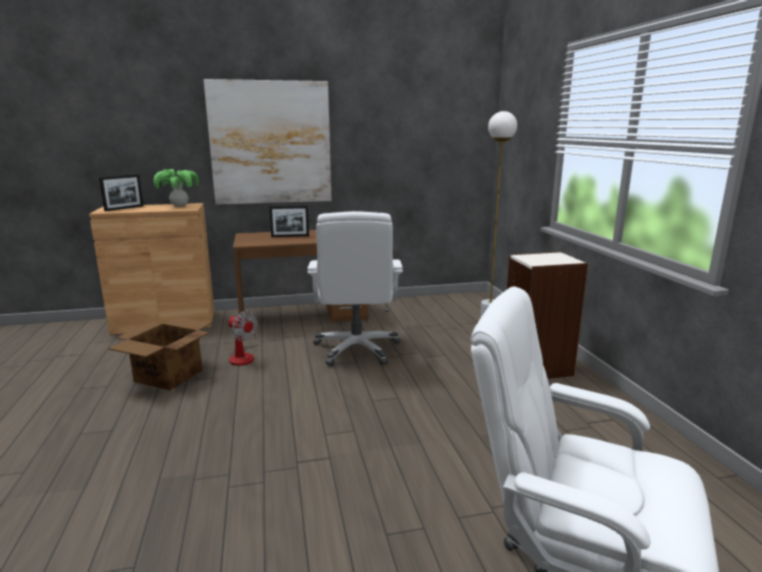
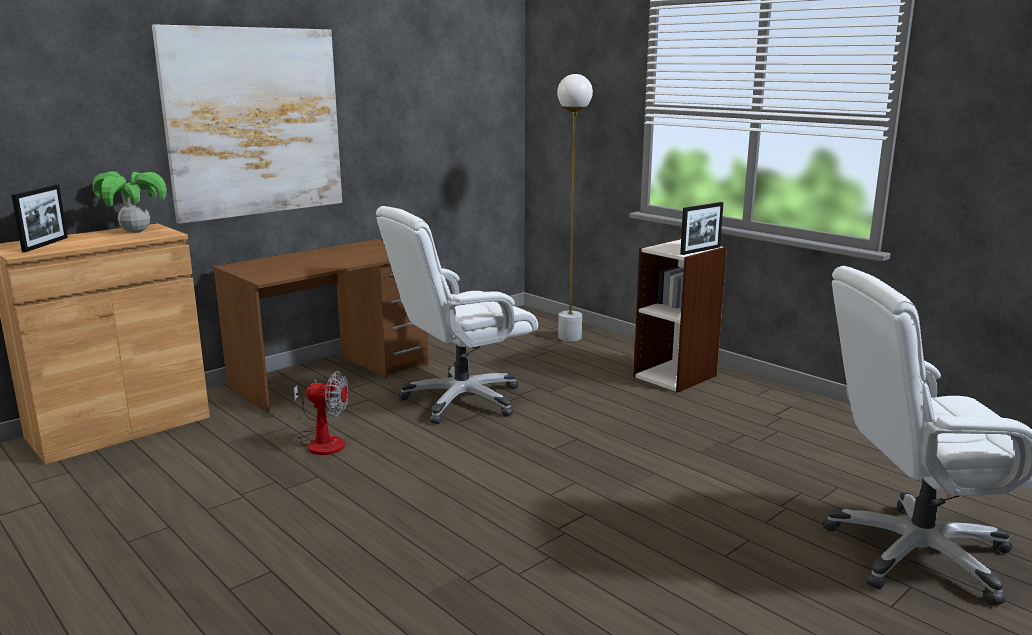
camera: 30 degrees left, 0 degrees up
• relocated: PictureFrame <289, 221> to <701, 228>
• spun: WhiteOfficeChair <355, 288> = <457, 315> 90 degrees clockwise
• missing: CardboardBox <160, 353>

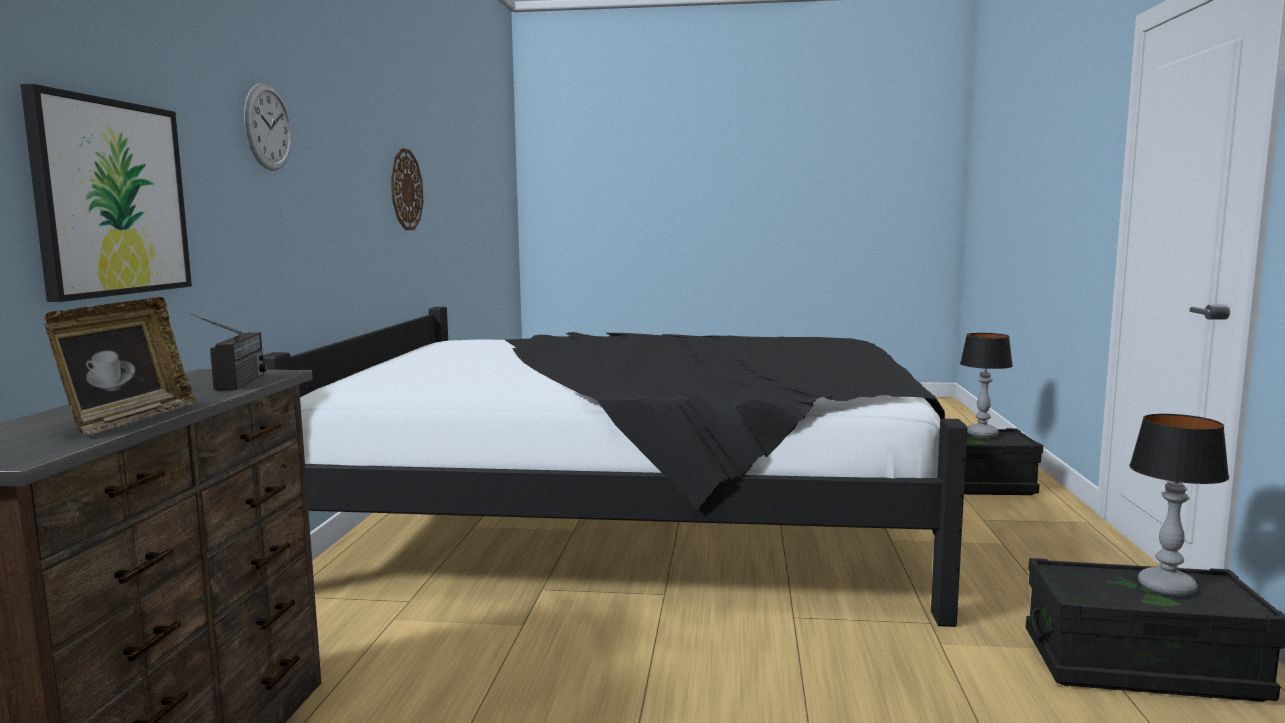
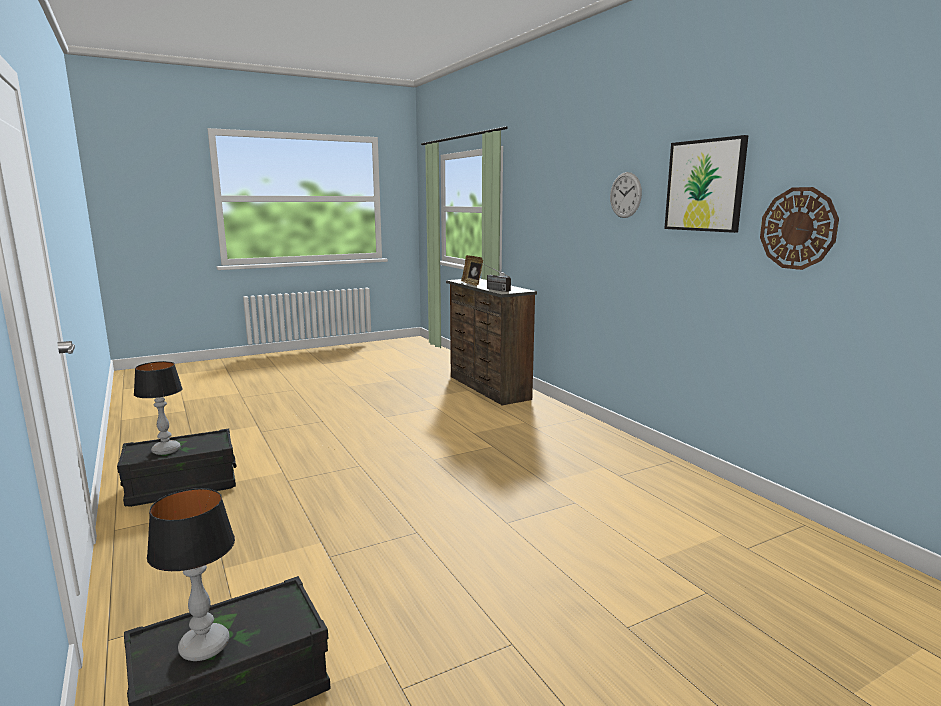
camera: 145 degrees right, 5 degrees up
• relocated: Picture <106, 193> to <706, 184>
• missing: BlackBed <615, 467>

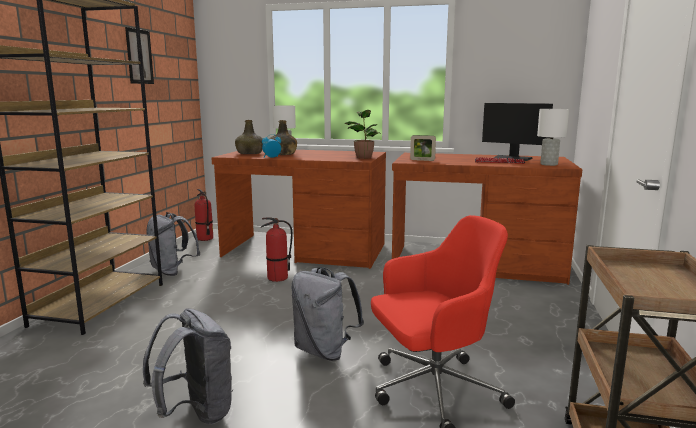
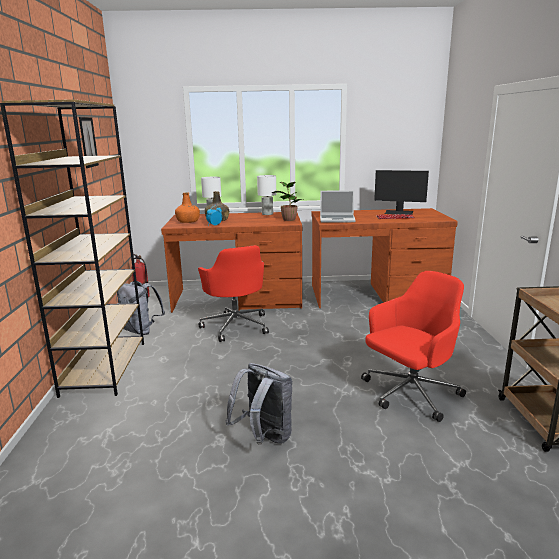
camera: 15 degrees left, 5 degrees up
• relocated: WhiteTableLamp <553, 137> to <266, 195>
• colour: GreenBottle <249, 137> to OrangeBottle <187, 207>
• exchanged: PictureFrame <423, 148> to Laptop <338, 206>
• exchanged: FireExtinguisher <277, 249> to RedOfficeChair <233, 293>
• missing: GreyBackpack <327, 314>

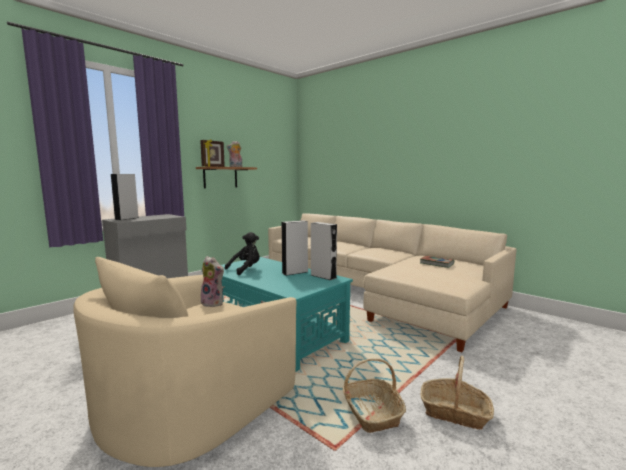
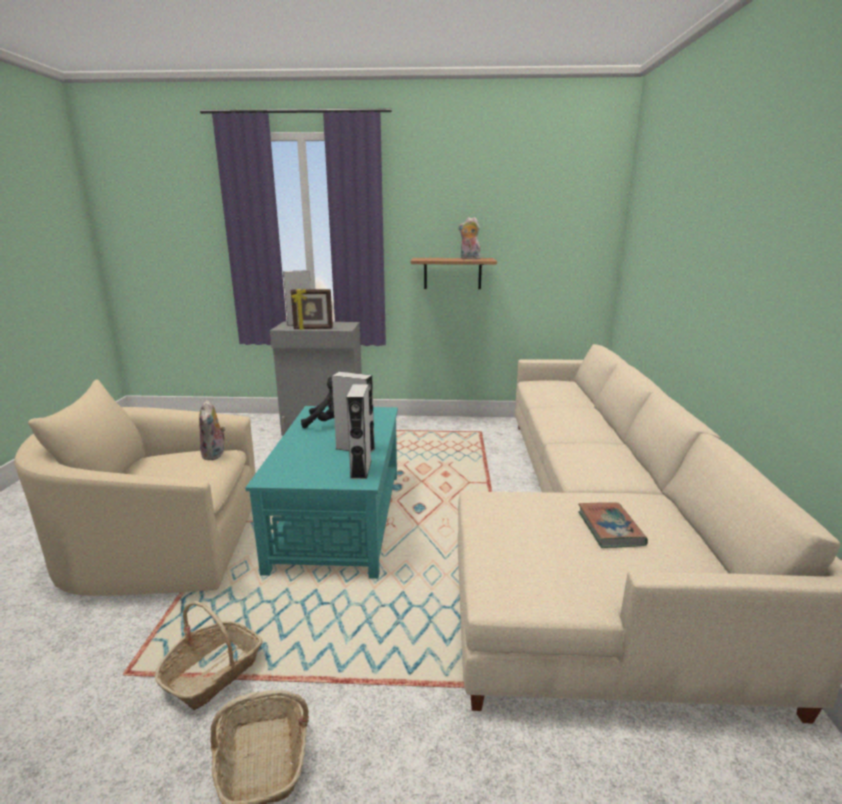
camera: 50 degrees right, 10 degrees up
• relocated: PictureFrame <212, 153> to <312, 309>

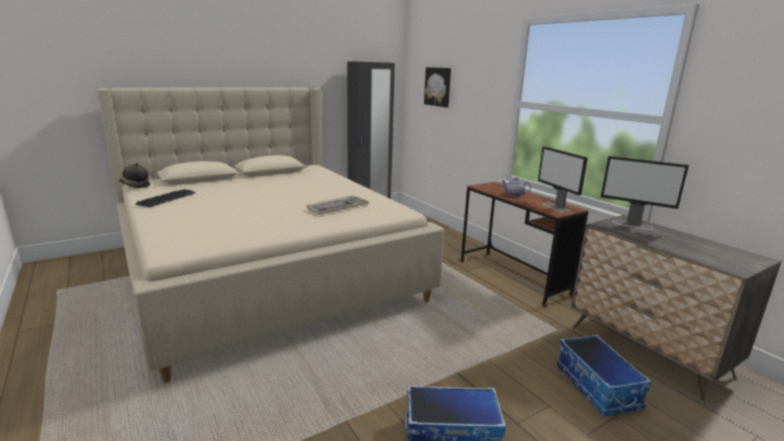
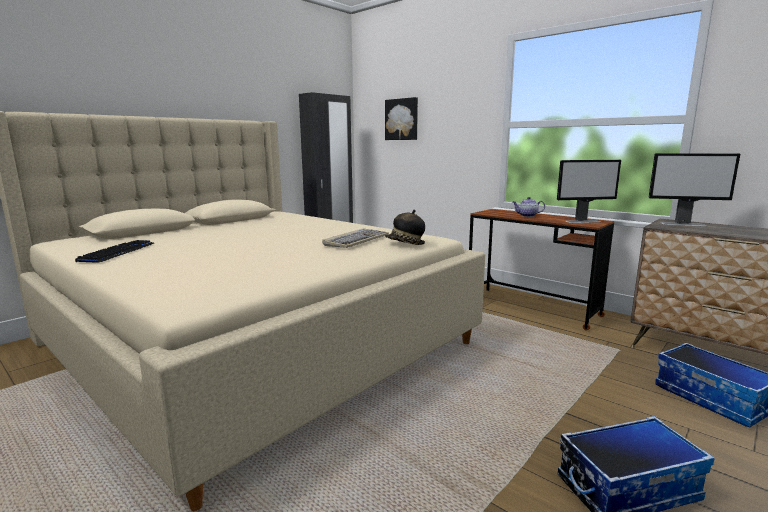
camera: 15 degrees left, 5 degrees down
• spun: Monitor <563, 180> = <589, 191> 60 degrees counterclockwise
• relocated: Hat <134, 175> to <405, 227>

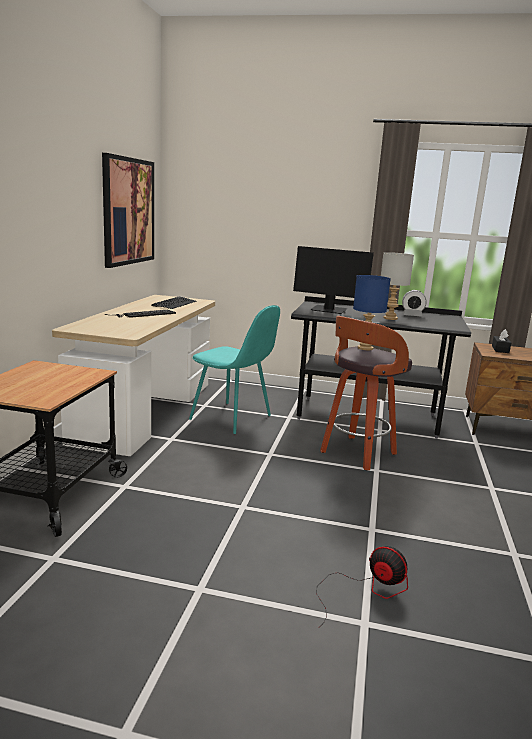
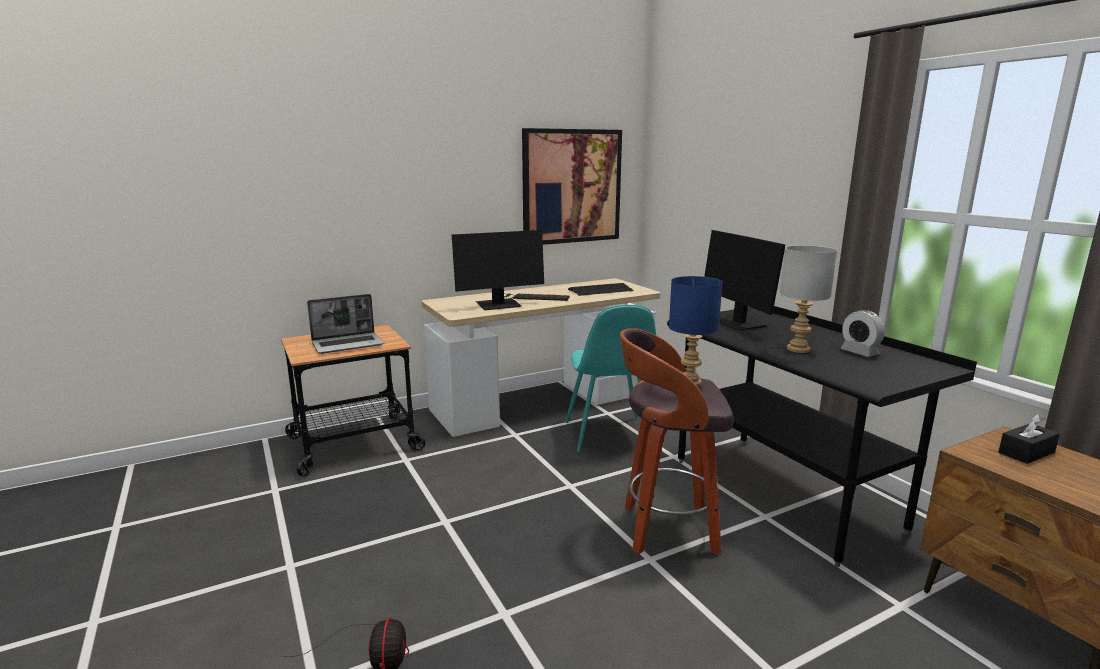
camera: 50 degrees right, 0 degrees up
• appeared: Monitor <498, 270>
• appeared: Laptop <345, 324>

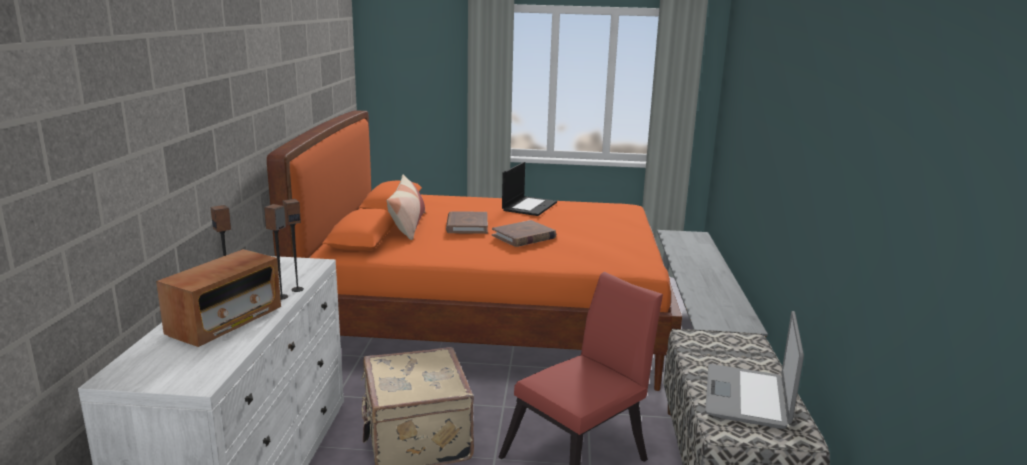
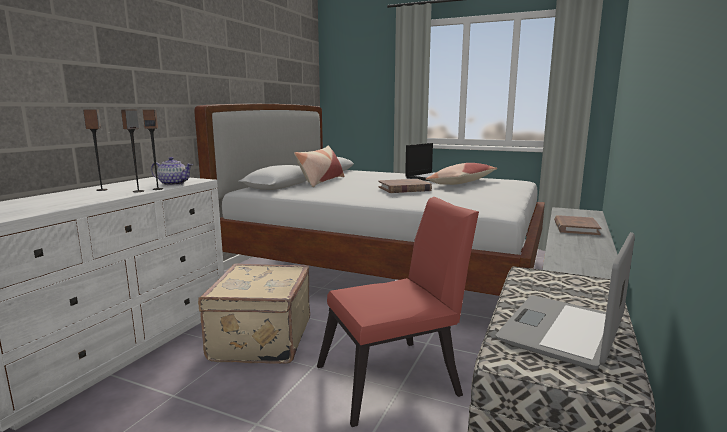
camera: 20 degrees right, 5 degrees down
• colour: OrangeBed <474, 250> to WhiteBed <369, 200>
• relocated: BrownBook <467, 222> to <577, 225>
• missing: Radio <218, 298>
• appeared: Teapot <172, 171>
• appeared: Pillow <461, 174>

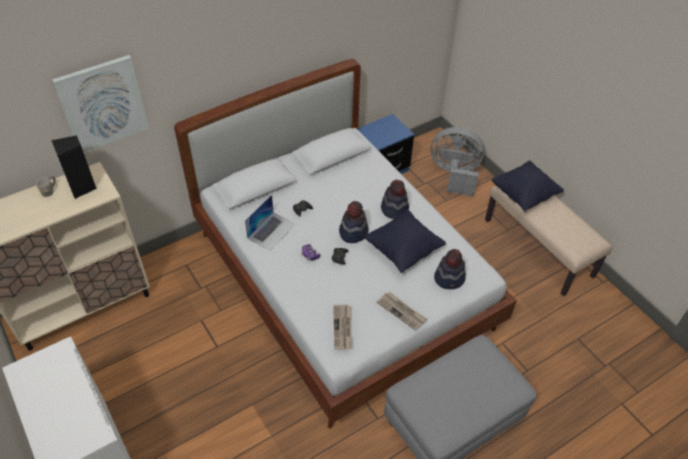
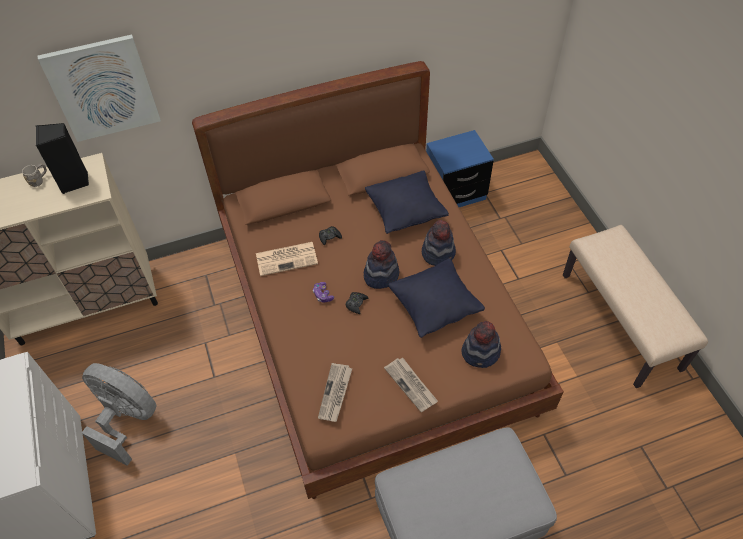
camera: 15 degrees right, 5 degrees up
• colour: WhiteBed <345, 243> to BrownBed <378, 280>
• relocated: GreyFan <457, 161> to <119, 414>
• relocated: BlackPillow <528, 185> to <407, 202>
• exchanged: Laptop <270, 223> to Newspaper <287, 259>

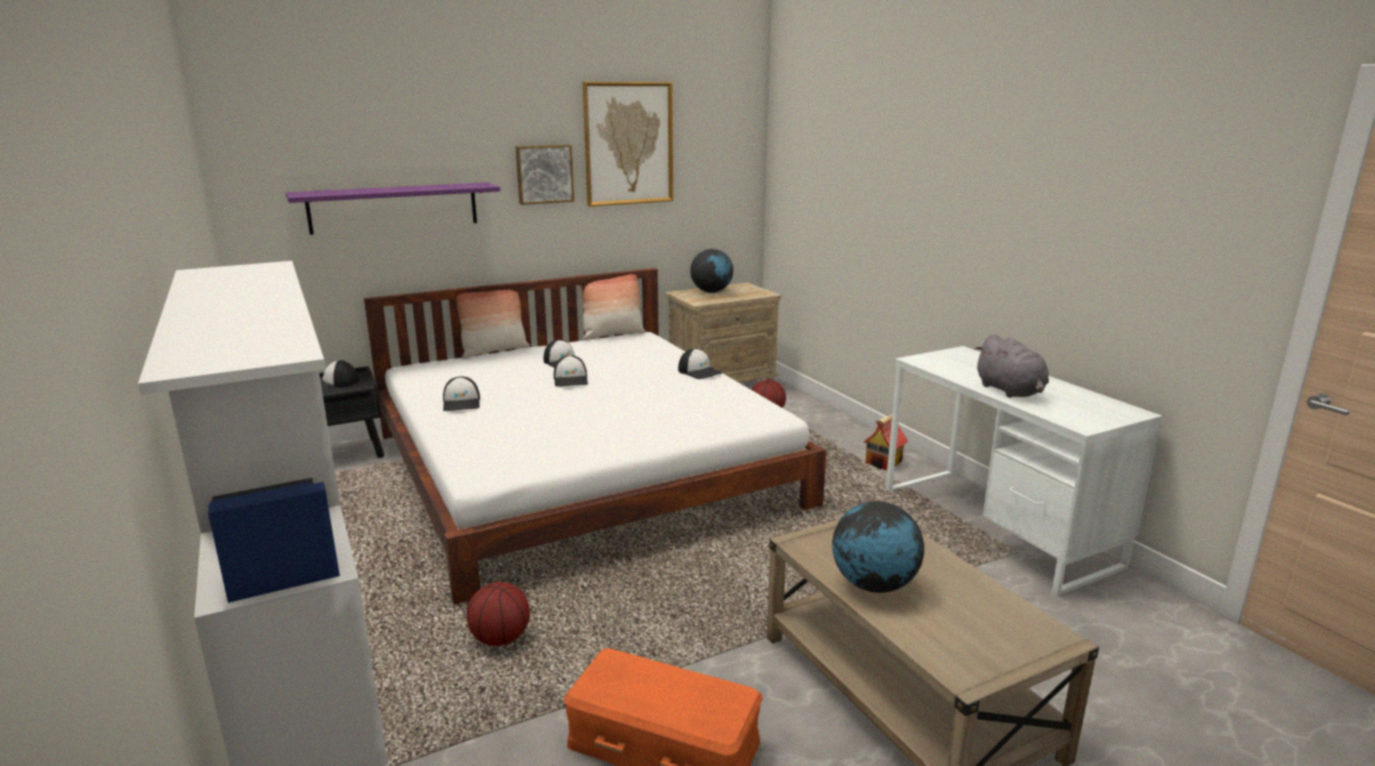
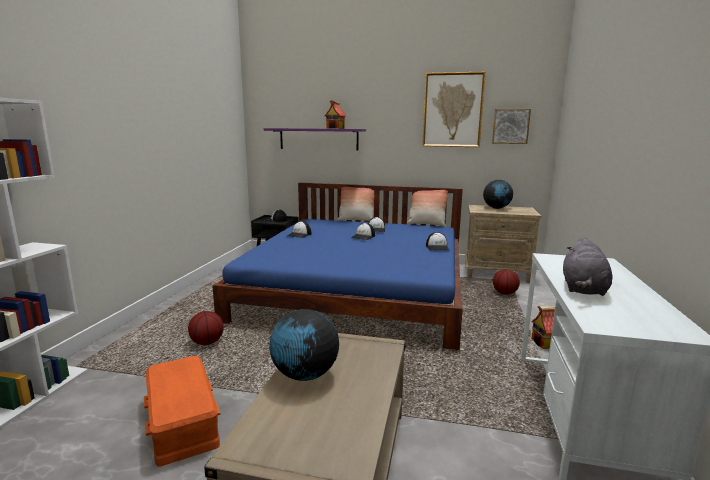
camera: 40 degrees right, 5 degrees down
• relocated: Picture <545, 175> to <511, 126>
• colour: WhiteBed <595, 436> to BlueBed <337, 266>
• appeared: ToyHouse <336, 114>

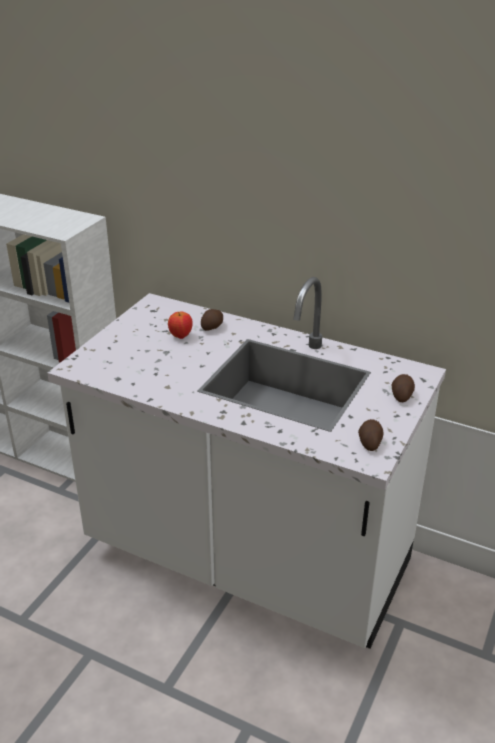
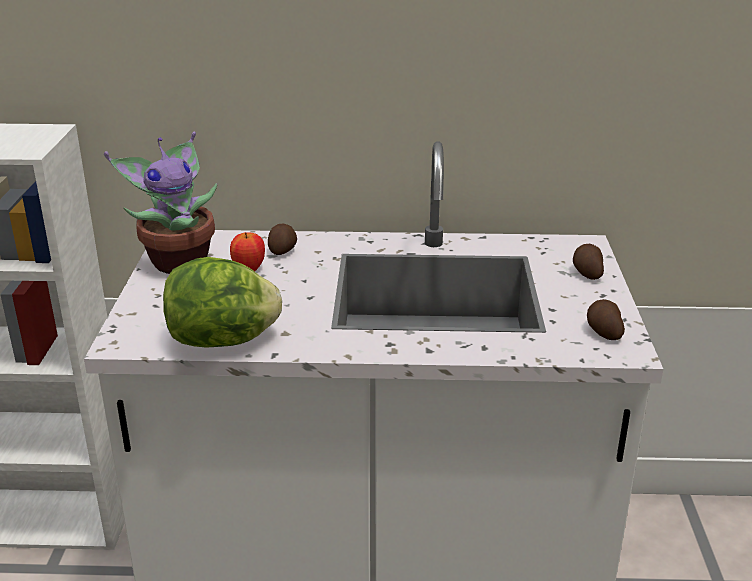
camera: 25 degrees left, 5 degrees down
• appeared: PottedPlant <160, 203>
• appeared: Lettuce <222, 302>

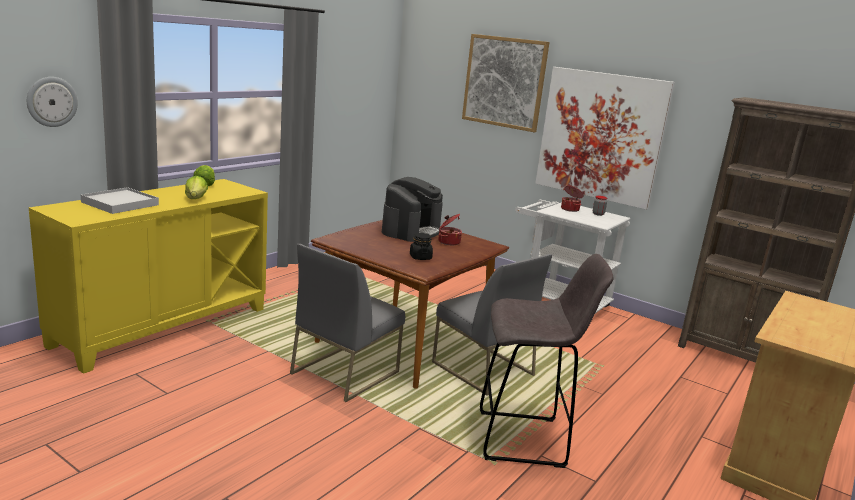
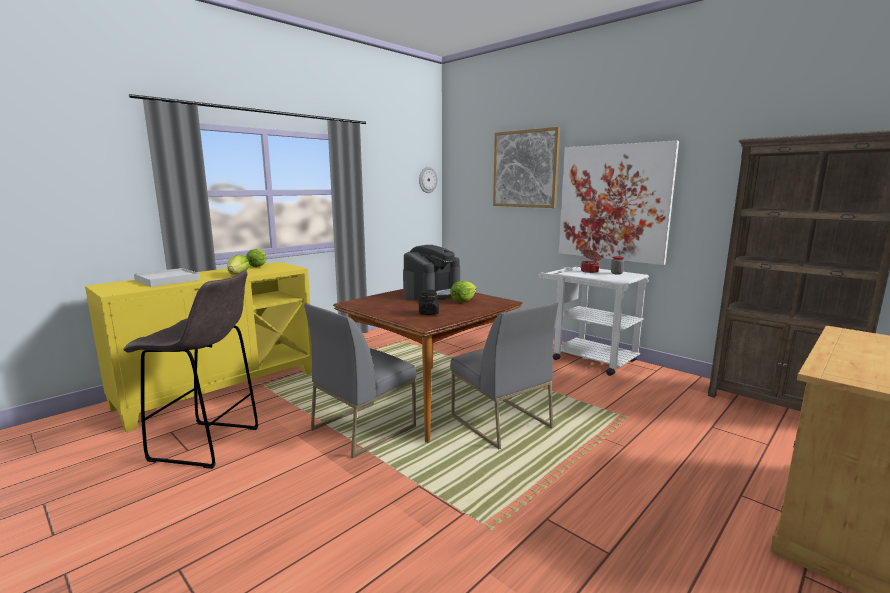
camera: 10 degrees right, 5 degrees down
• relocated: WallClock <52, 102> to <428, 180>
• exchanged: CookingPot <450, 229> to Lettuce <463, 291>
• relocated: GreyStool <547, 361> to <190, 370>

